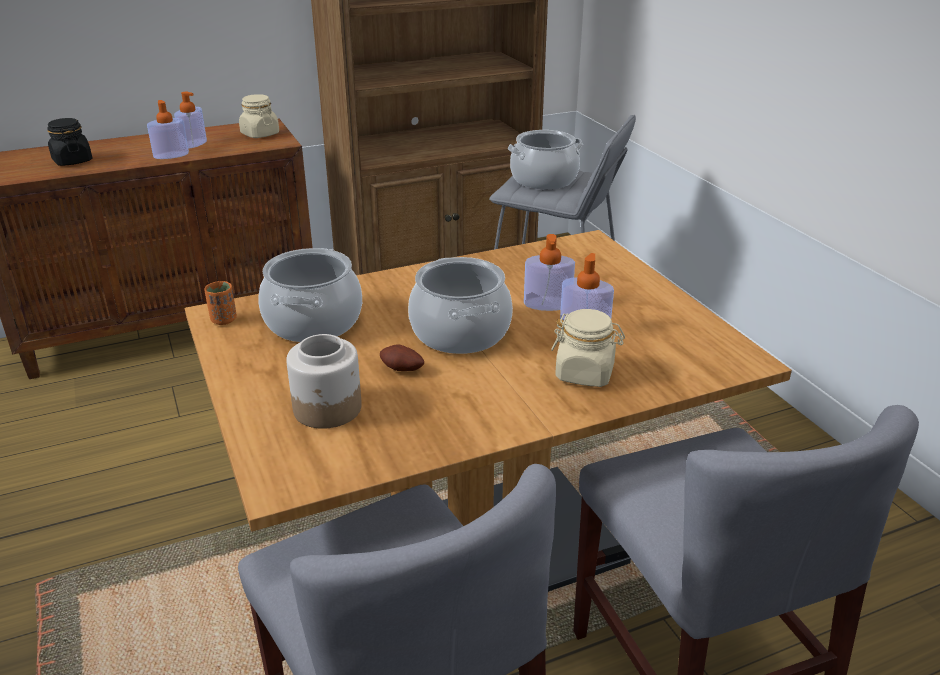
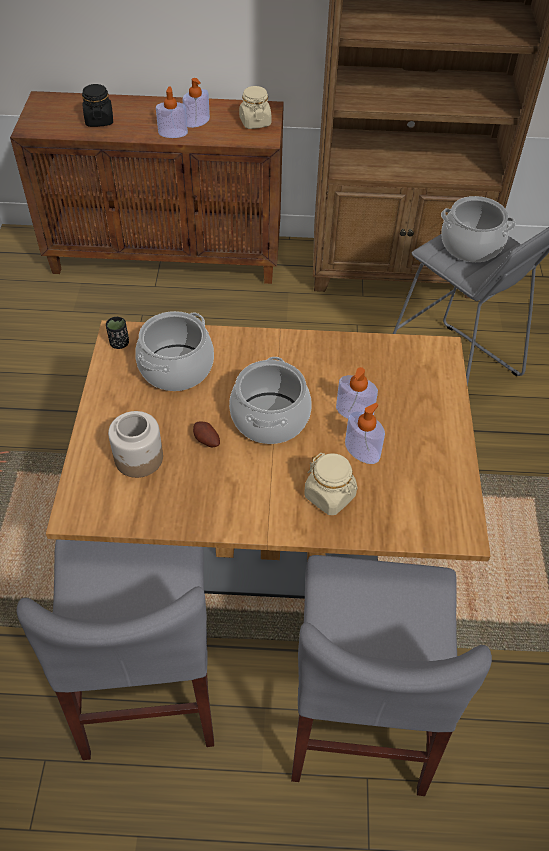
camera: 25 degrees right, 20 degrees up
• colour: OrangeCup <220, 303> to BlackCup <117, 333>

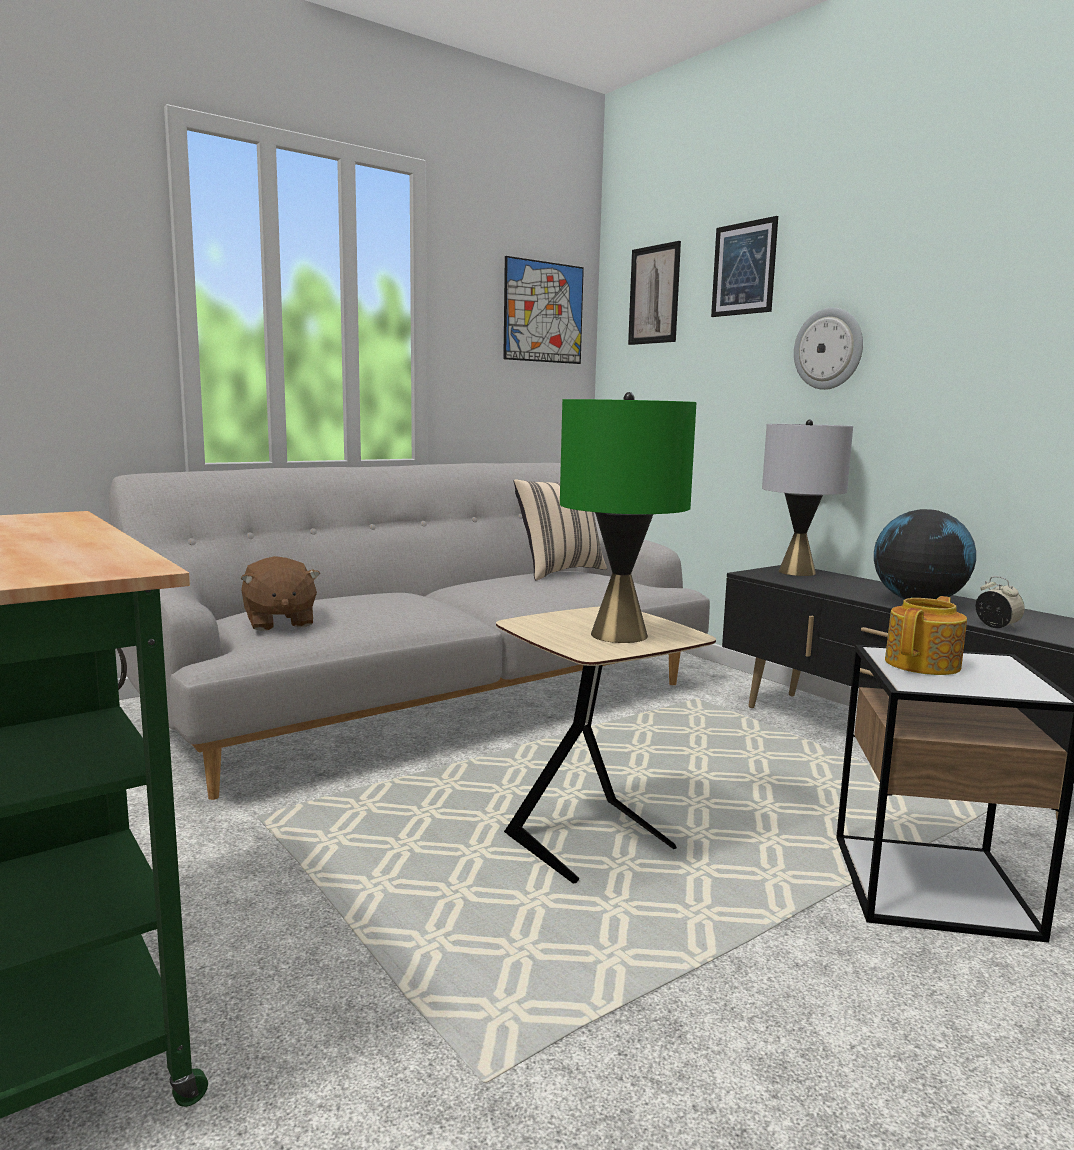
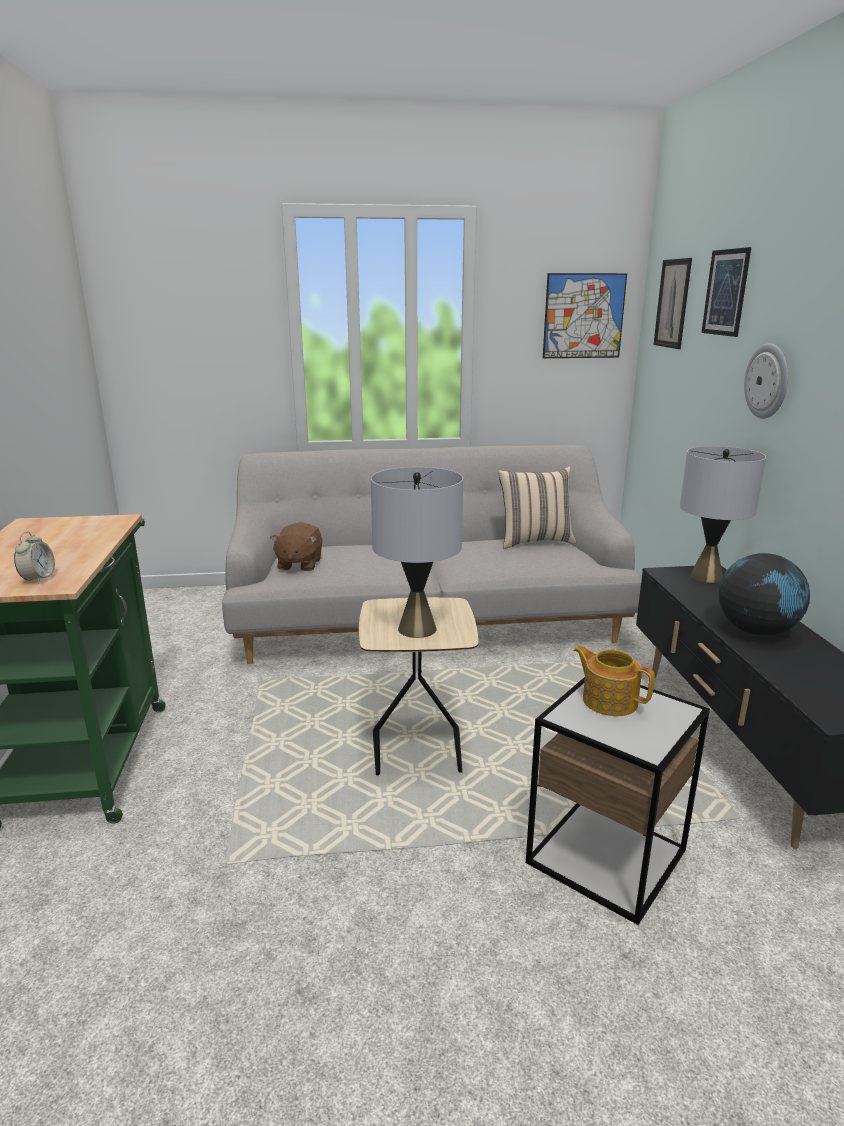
camera: 30 degrees right, 10 degrees up
• colour: GreenTableLamp <628, 517> to GreyTableLamp <417, 552>
• relocated: AlarmClock <1000, 602> to <34, 558>
• spun: Teapot <926, 635> = <614, 680> 120 degrees counterclockwise

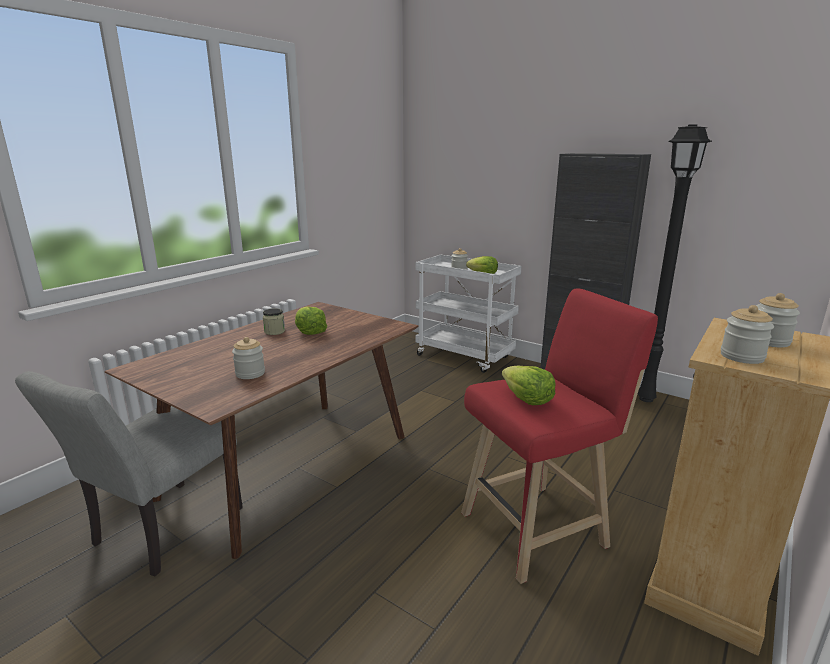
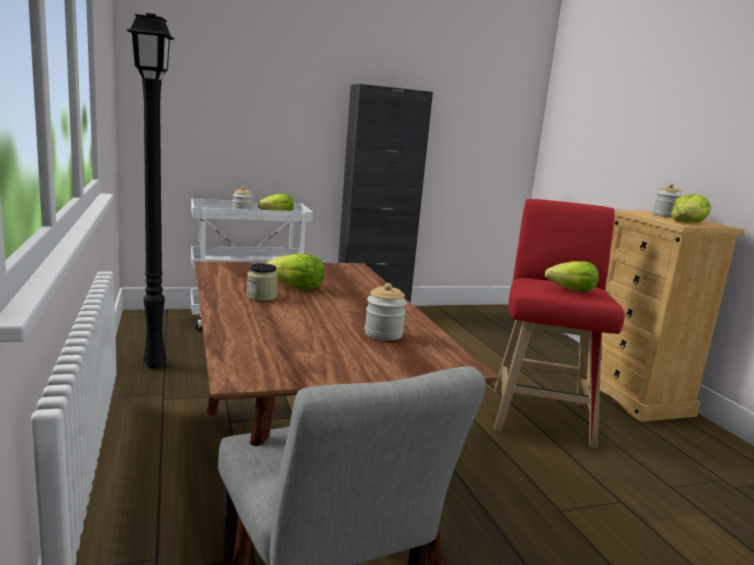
camera: 55 degrees left, 5 degrees down
• relocated: BlackFloorLamp <675, 263> to <150, 191>
• exchanged: Jar <747, 334> to Lettuce <691, 208>

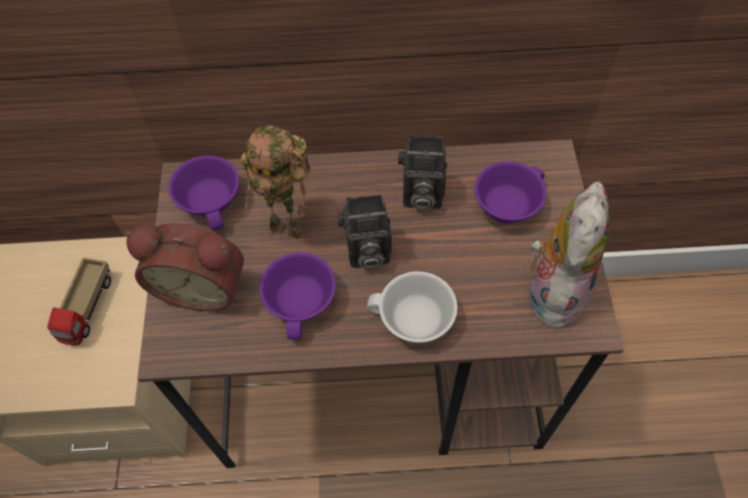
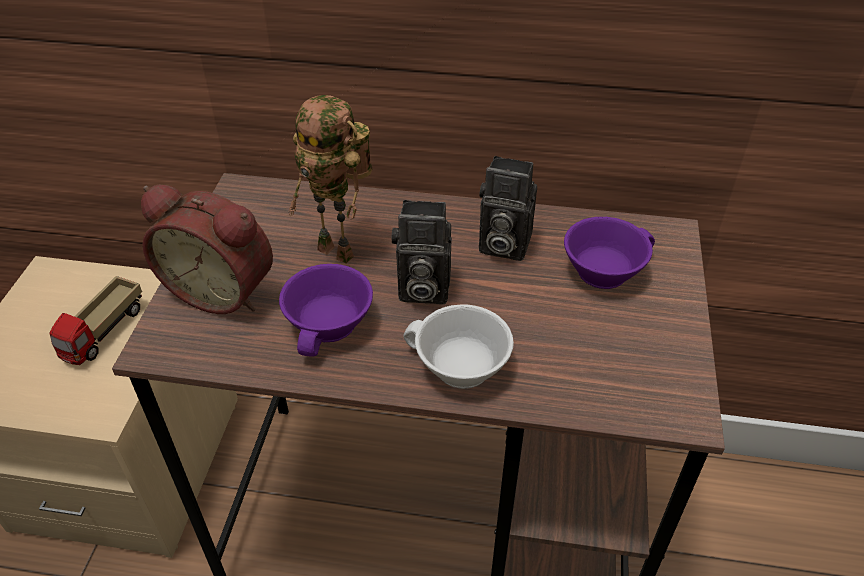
camera: 10 degrees right, 15 degrees down
• missing: PurpleCup <203, 193>
• missing: PlushToy <567, 256>

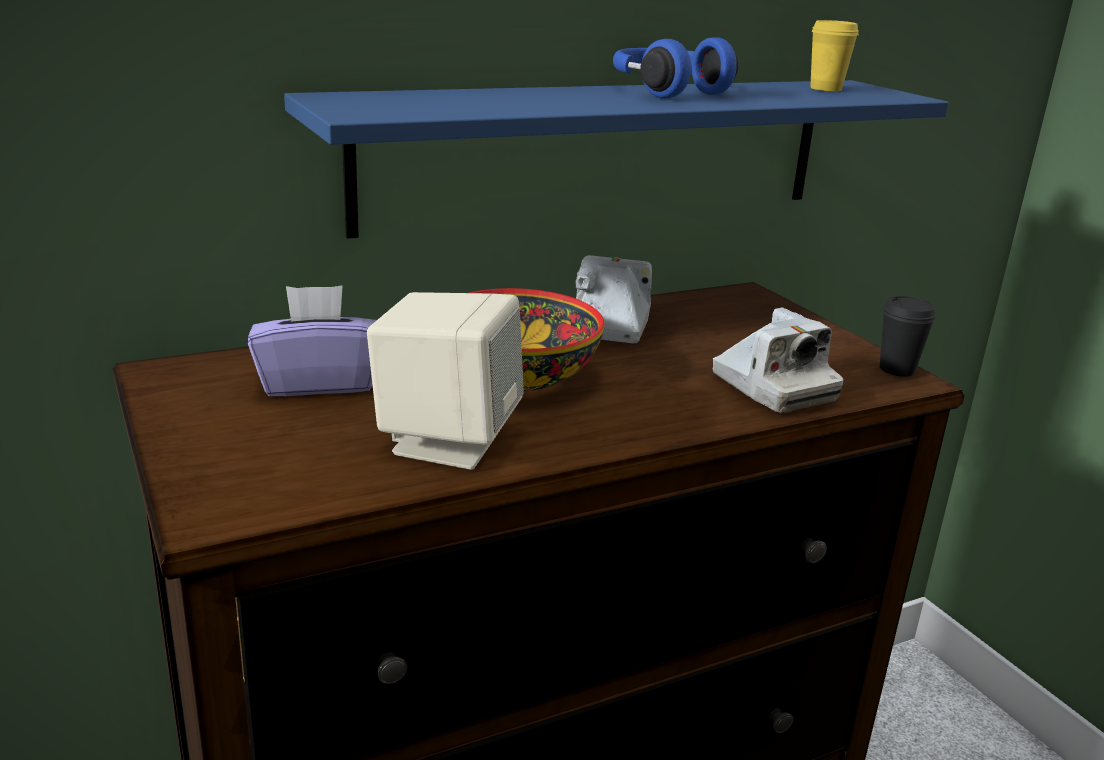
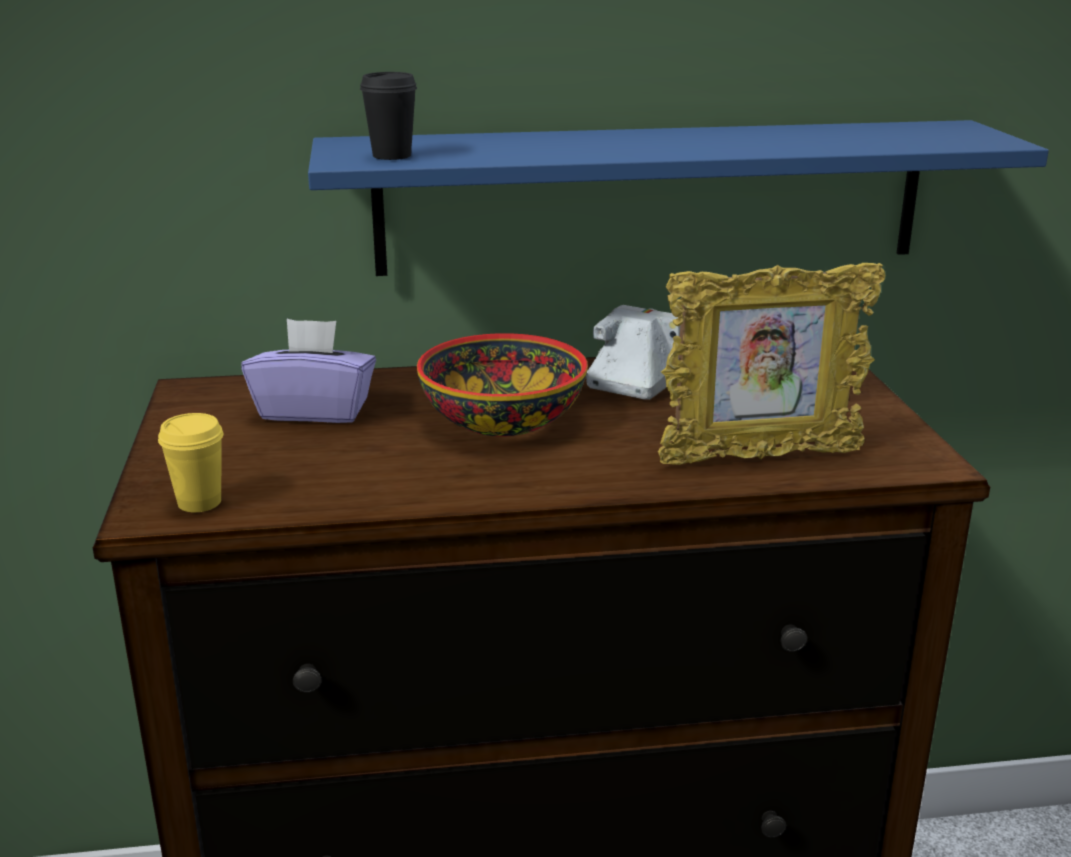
camera: 20 degrees right, 0 degrees up
• relocated: YellowCup <834, 55> to <191, 462>
• missing: BlueHeadphones <676, 67>
• missing: BeigeSpeaker <445, 381>
• relocated: BlackCup <908, 336> to <388, 116>
• exchanged: PhotoCamera <778, 360> to PictureFrame <771, 364>

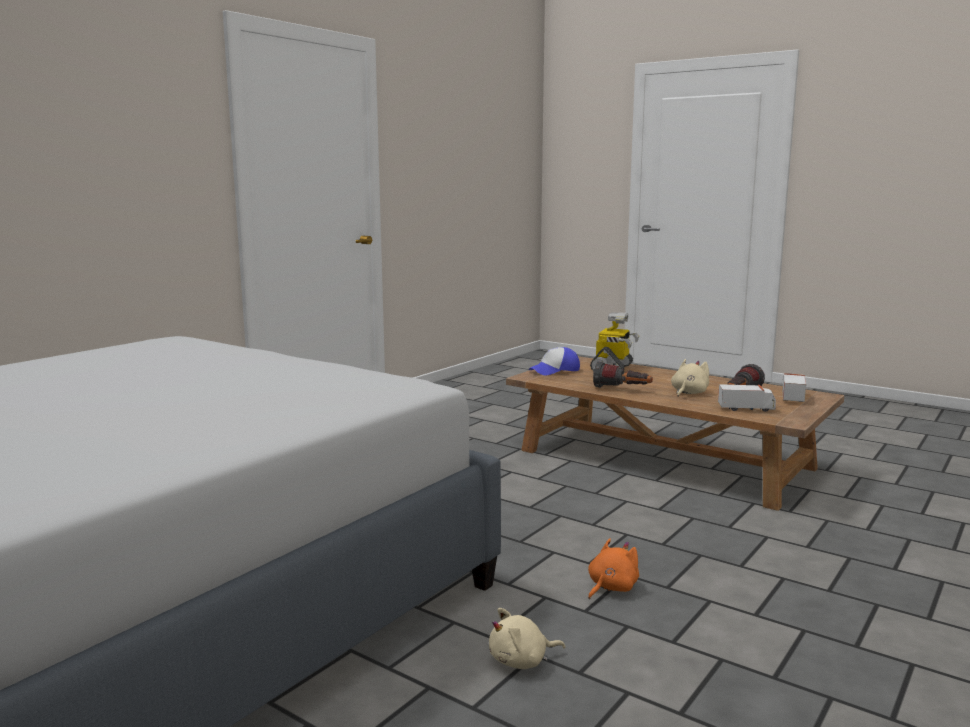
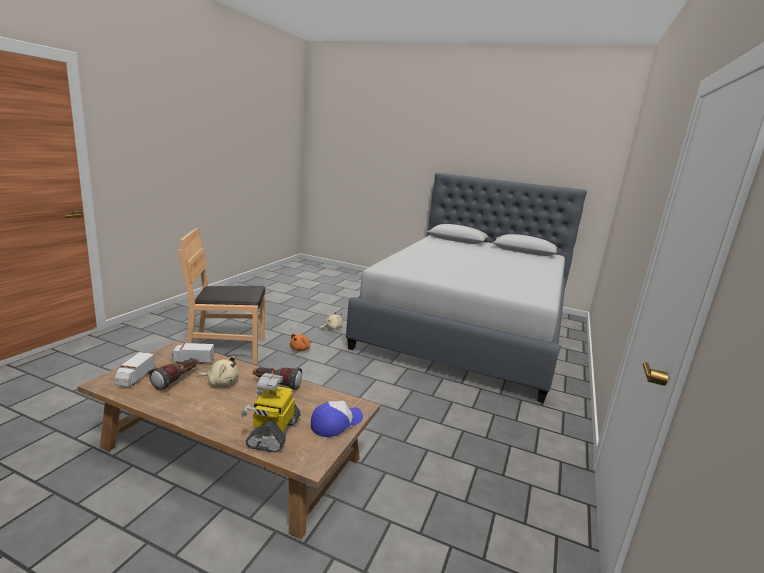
camera: 165 degrees right, 5 degrees up
• spun: BeigePlushToy <690, 378> = <218, 371> 105 degrees counterclockwise
• appeared: BrownChair <221, 296>

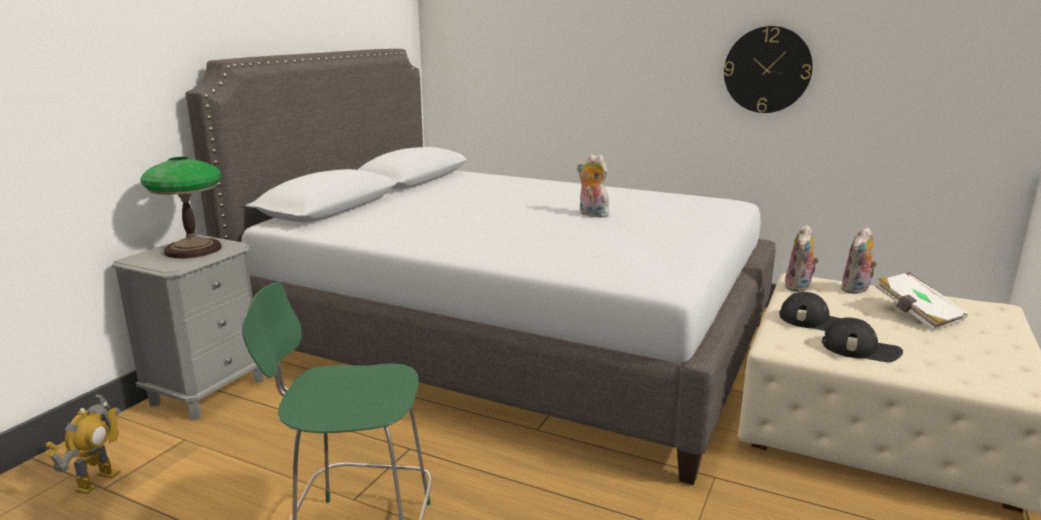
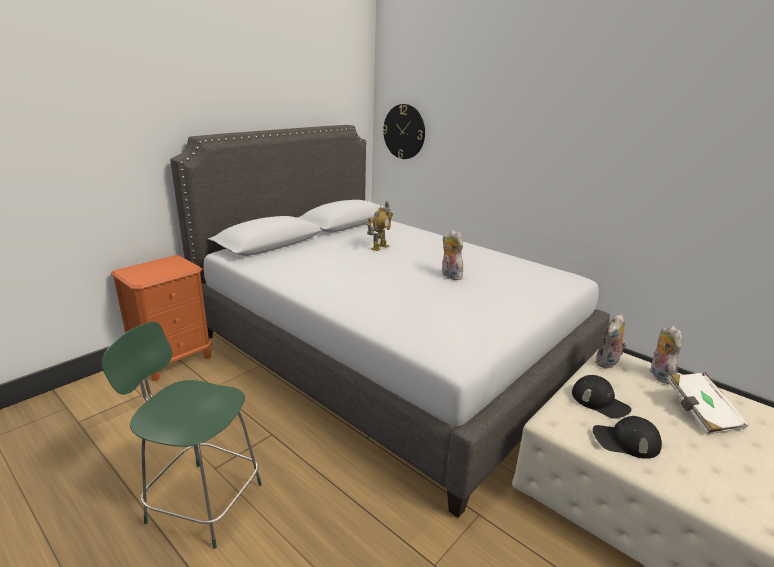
camera: 15 degrees right, 5 degrees up
• relocated: WallClock <768, 69> to <404, 131>
• missing: TableLamp <181, 207>
• spun: PlushToy <859, 260> = <666, 355> 120 degrees clockwise
• colour: GreyNightstand <188, 327> to OrangeNightstand <161, 318>
• spun: BlackCap <862, 340> = <627, 437> 150 degrees clockwise
• relocated: ToyRobot <83, 443> to <380, 226>

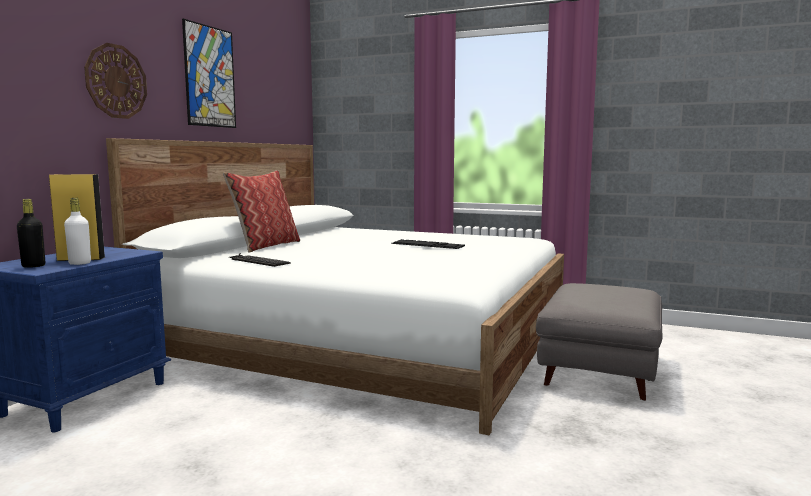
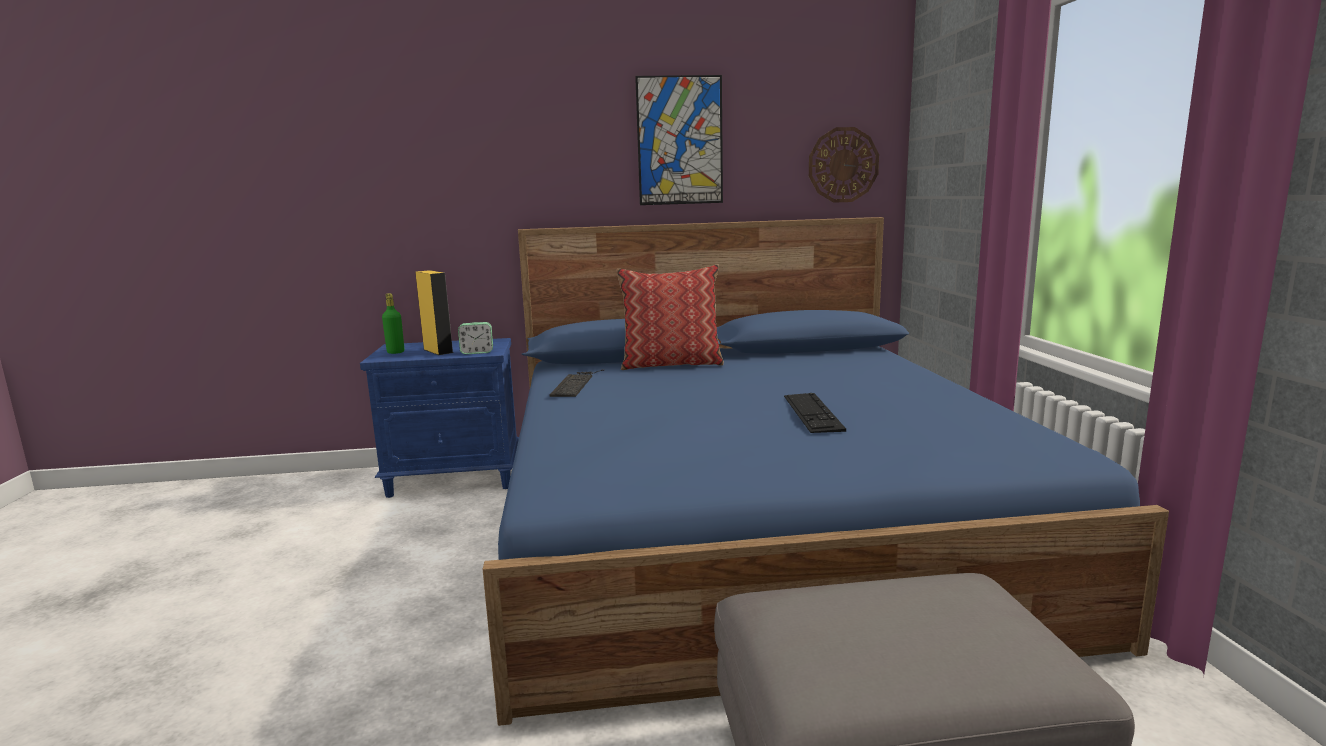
camera: 60 degrees right, 5 degrees up
• relocated: WallClock <115, 81> to <844, 165>
• colour: WhiteBed <335, 286> to BlueBed <826, 471>
• missing: WhiteBottle <77, 231>
• colour: BlackBottle <31, 233> to GreenBottle <393, 323>
• appeared: AlarmClock <475, 338>

